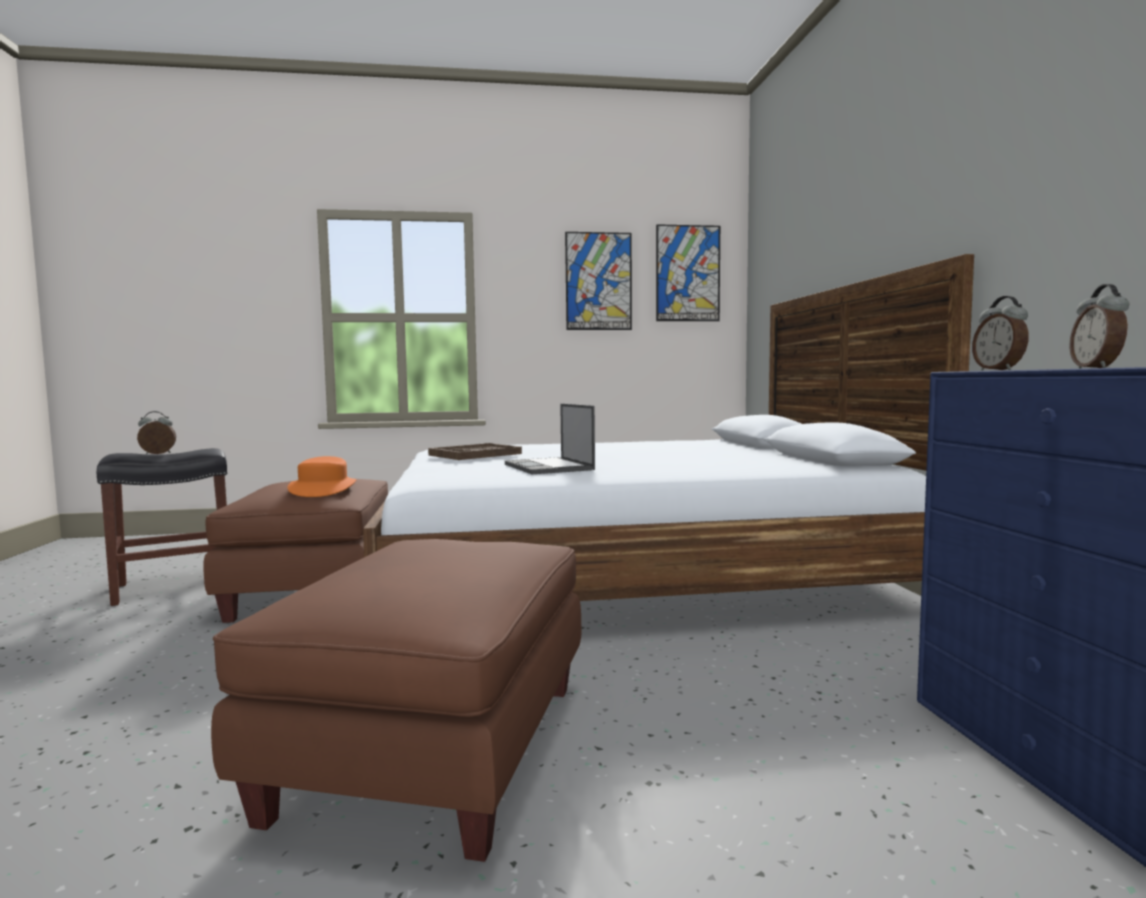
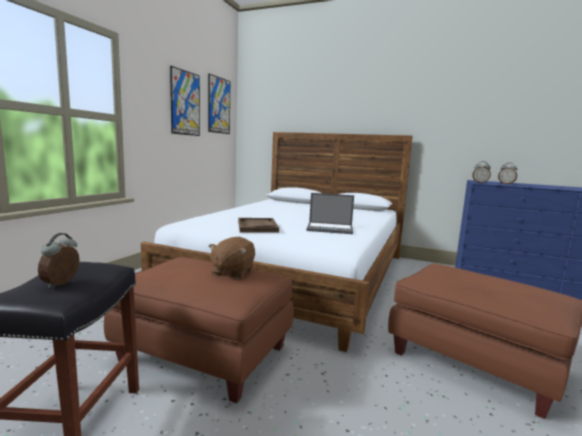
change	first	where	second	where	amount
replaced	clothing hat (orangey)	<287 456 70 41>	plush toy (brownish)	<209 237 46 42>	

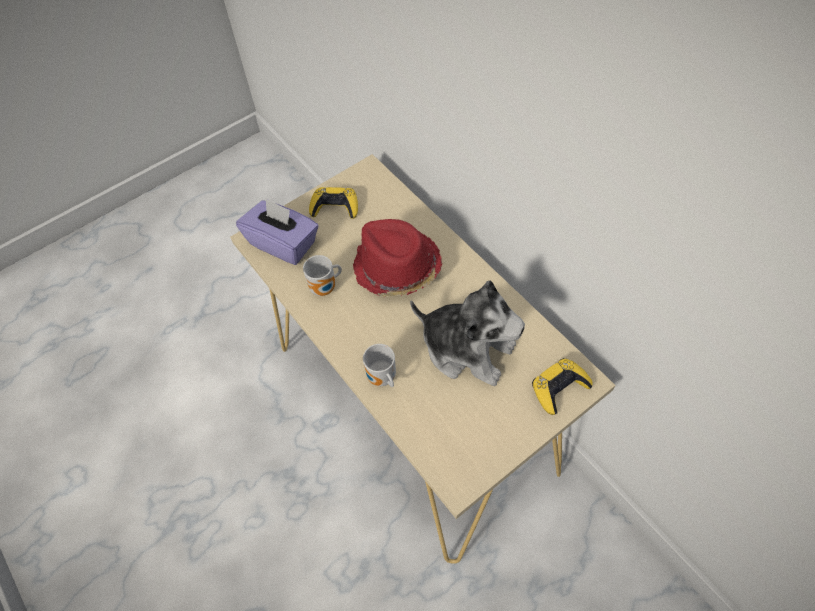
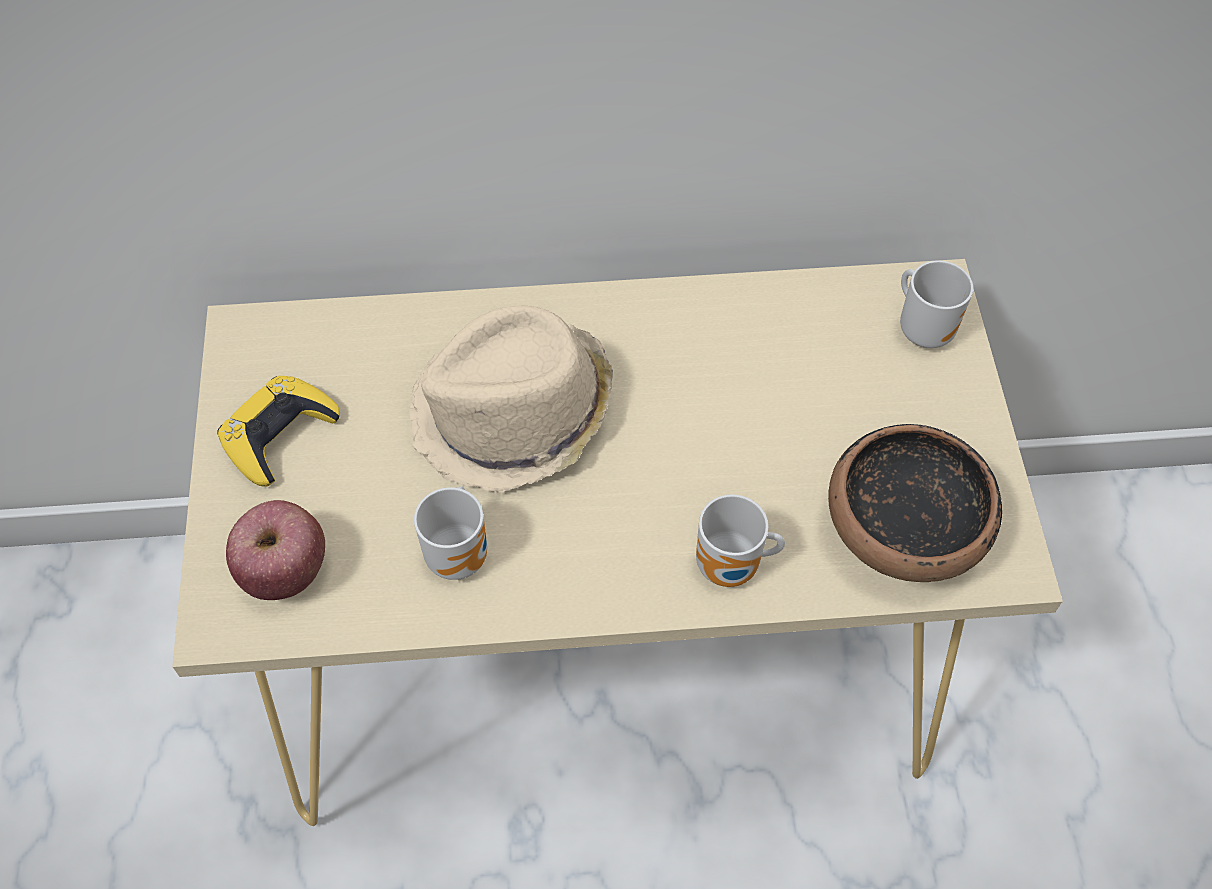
change	first	where	second	where	amount
removed	plush toy	<410 281 115 105>			
added			deep dish	<828 424 174 158>	
replaced	tissue holder (purple-coloured)	<236 198 82 67>	whole apple	<226 500 99 100>	
replaced	game controller (yellowish)	<532 358 60 57>	mug	<900 260 73 88>	
recoloured	clothing hat (reddish)	<353 219 89 78>	clothing hat (sand-coloured)	<409 306 204 187>	

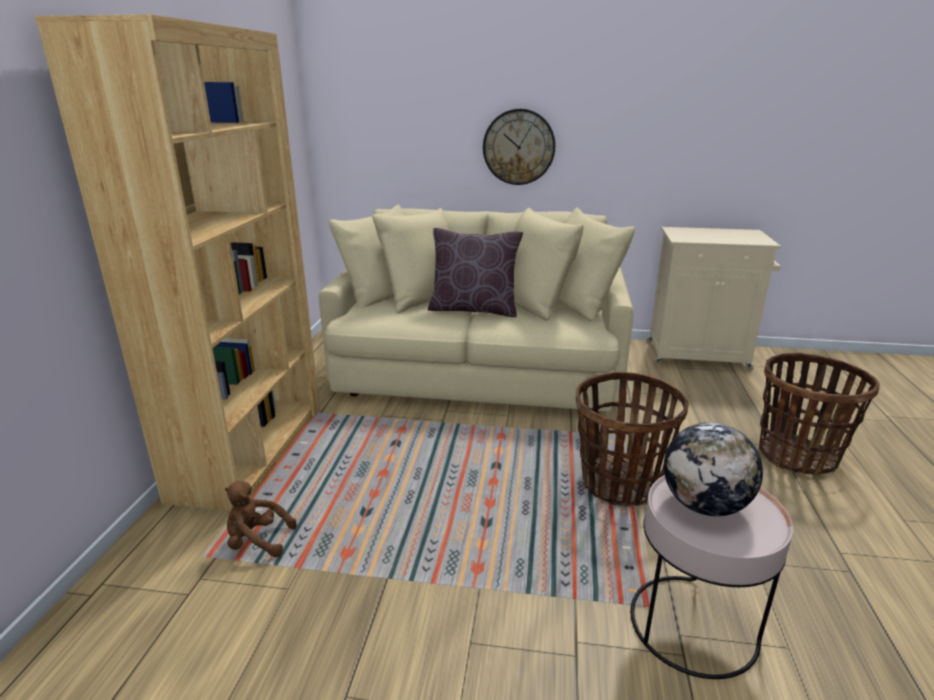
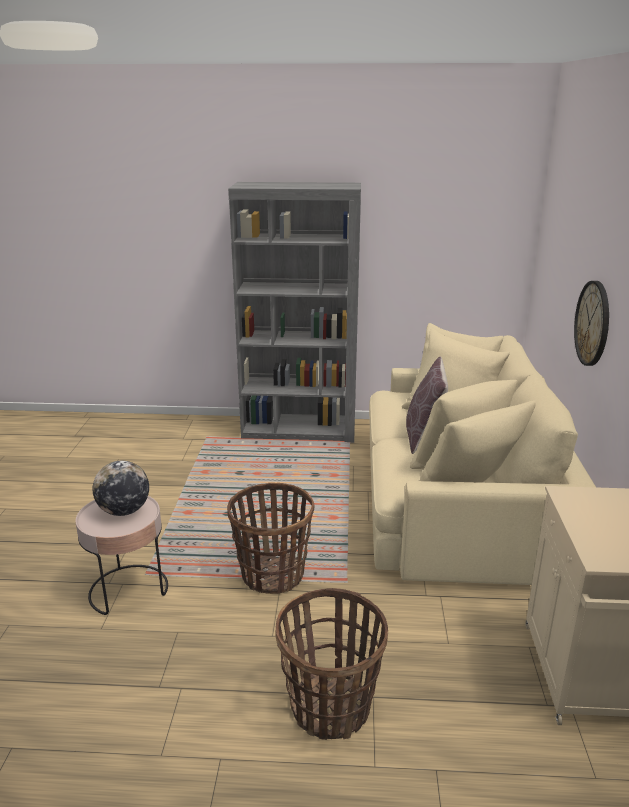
change	first	where	second	where	amount
removed	plush toy (brownish)	<225 481 72 77>			
recoloured	bookshelf (brownish)	<35 14 285 497>	bookshelf (grey)	<228 182 133 261>	

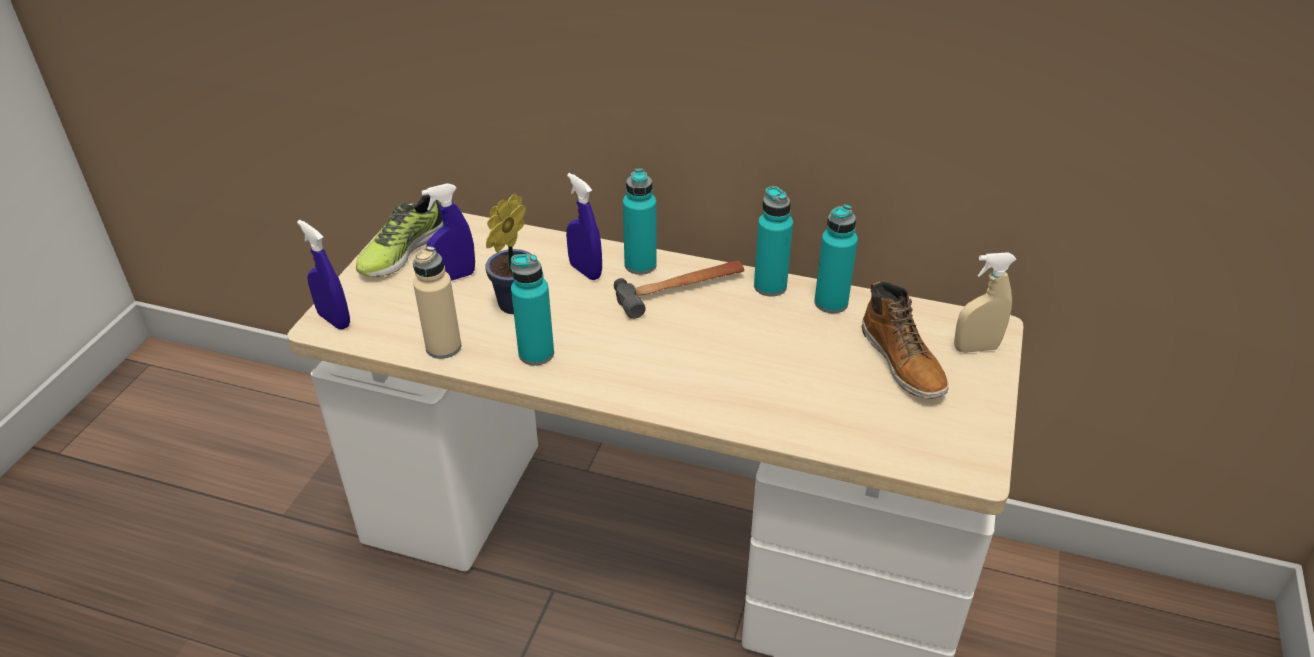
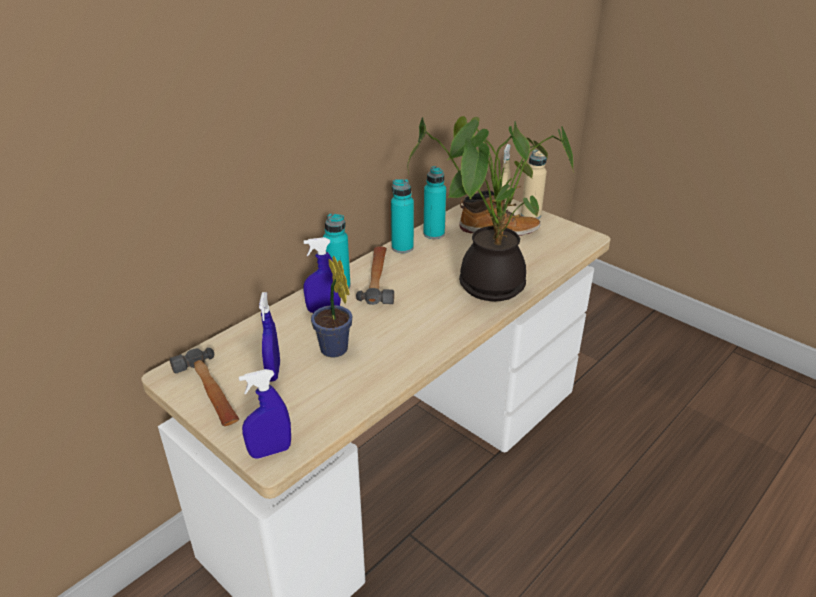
change	first	where	second	where	amount
removed	drink bottle (blue-green)	<510 254 44 112>			
added			houseplant	<407 116 167 185>	
moved	drink bottle (sand-coloured)	<413 246 48 113>		<521 150 26 69>	
replaced	item of footwear	<356 194 87 83>	hammer	<170 348 69 78>	

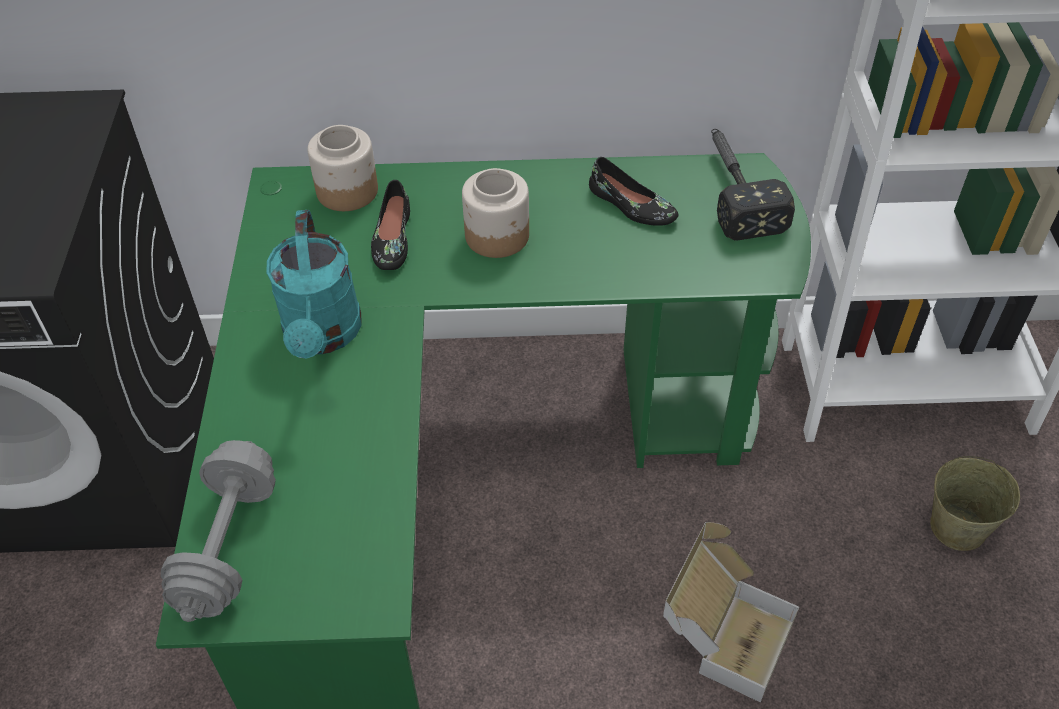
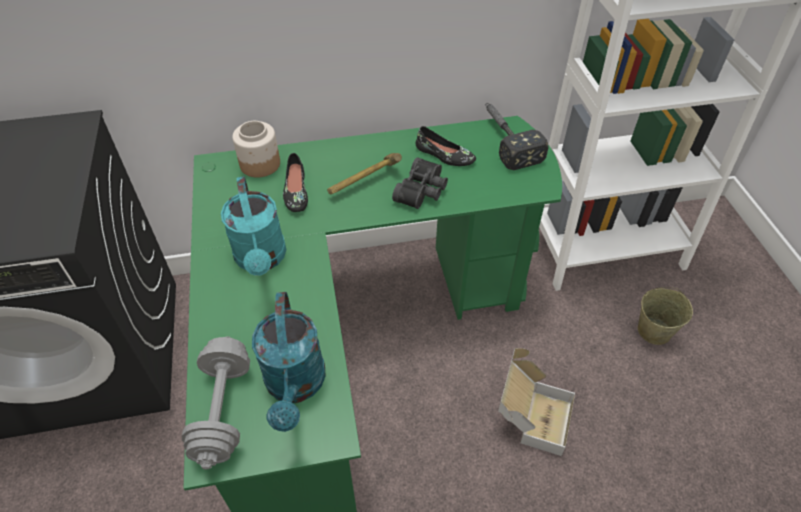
change	first	where	second	where	amount
added			sprinkling can (blue-green)	<252 292 74 140>	
added			binoculars (black)	<392 157 56 52>	
replaced	storage jar	<462 168 67 90>	hammer	<327 153 75 41>	

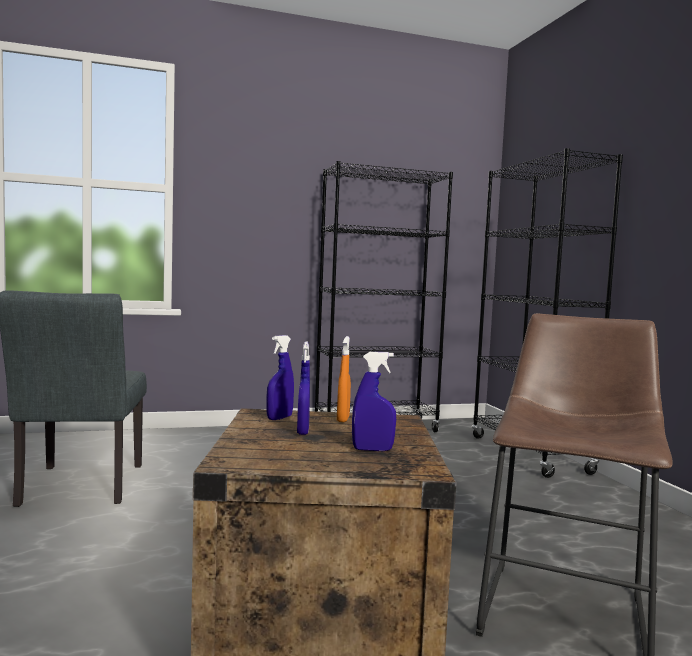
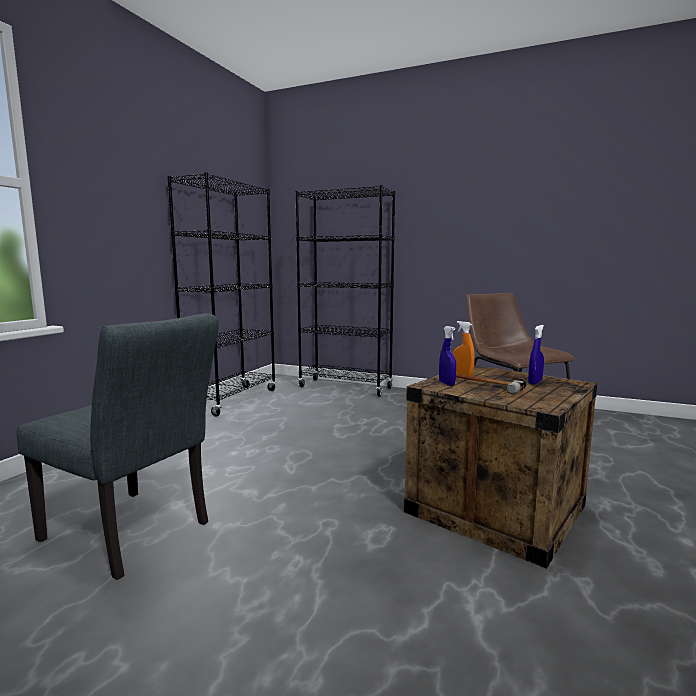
change	first	where	second	where	amount
replaced	sprayer (blue)	<297 341 13 94>	hammer	<456 374 71 20>	

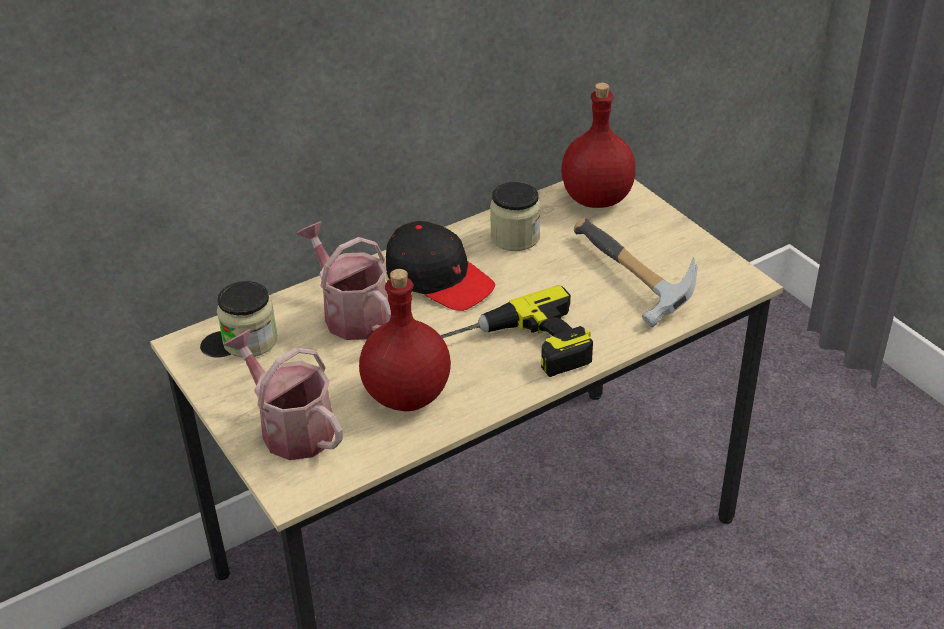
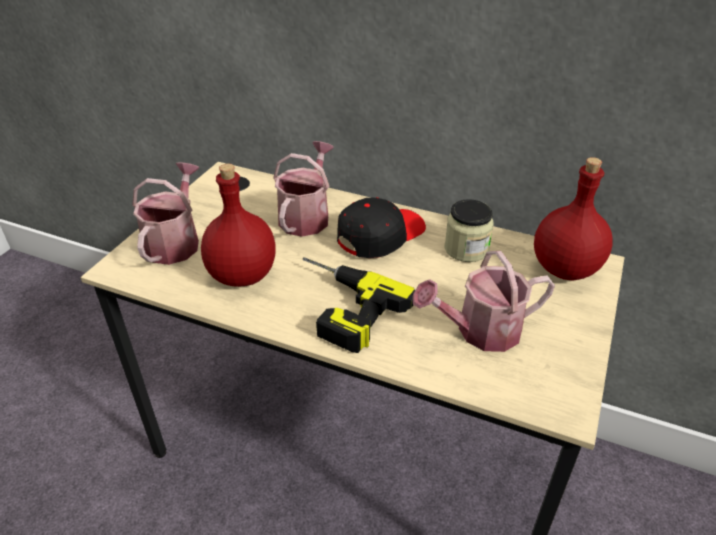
change	first	where	second	where	amount
removed	storage jar	<217 281 61 76>			
replaced	hammer	<574 218 124 109>	sprinkling can	<413 251 142 101>	
turned	baseball cap (black)	<386 221 109 90>		<337 197 89 61>	135 degrees counterclockwise

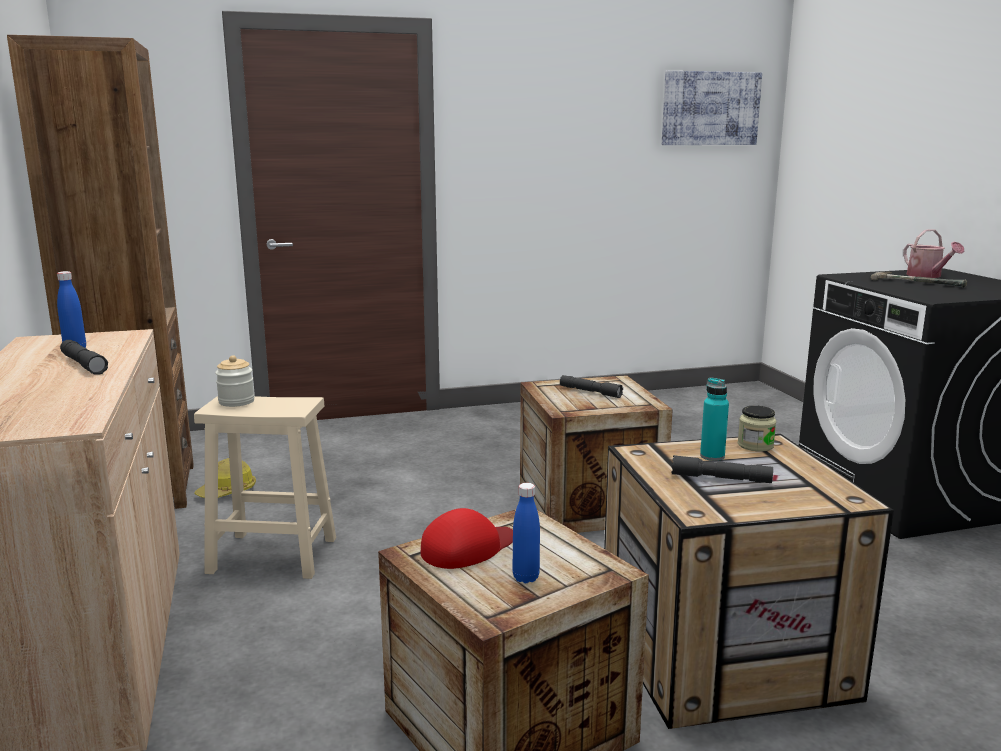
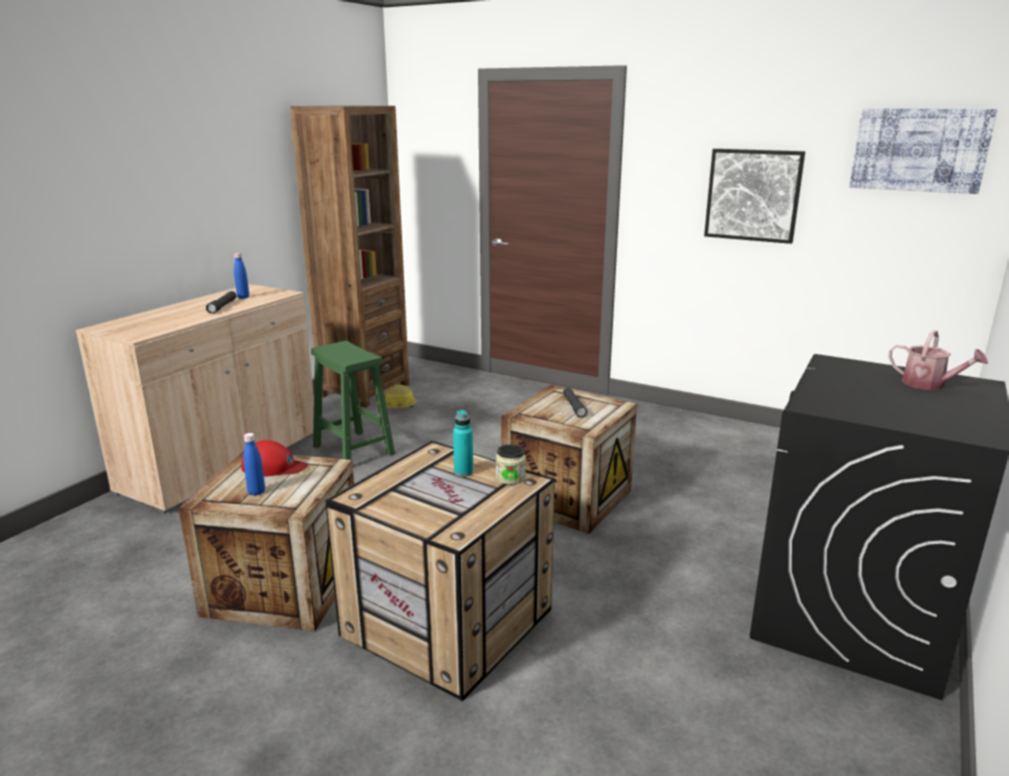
change	first	where	second	where	amount
removed	storage jar	<215 355 40 52>			
removed	flashlight (grey)	<672 455 101 28>			
removed	hammer	<871 272 96 16>			
added			wall picture	<704 149 101 95>	
recoloured	sitting stool (sand-coloured)	<194 396 142 183>	sitting stool (greenish)	<311 341 84 119>	
turned	sprinkling can	<903 229 61 49>		<888 330 100 60>	75 degrees counterclockwise

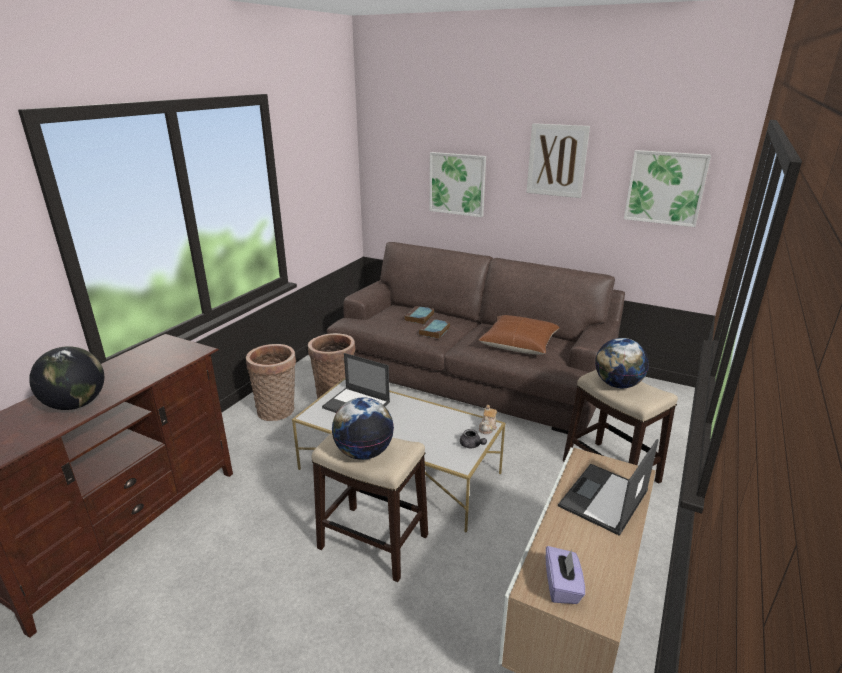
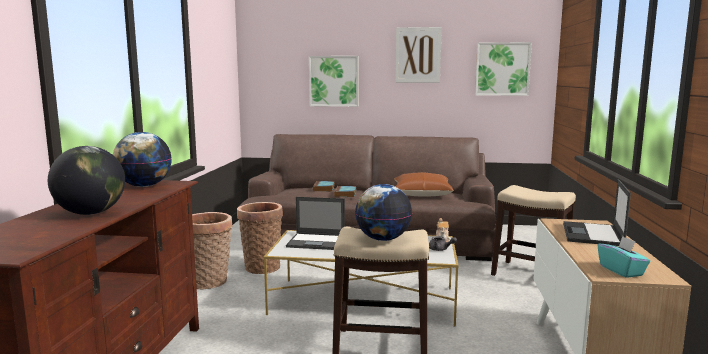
change	first	where	second	where	amount
moved	world globe	<595 338 54 50>		<113 132 59 55>	
recoloured	tissue holder (purple-coloured)	<546 546 39 58>	tissue holder (blue-green)	<598 236 53 42>	

